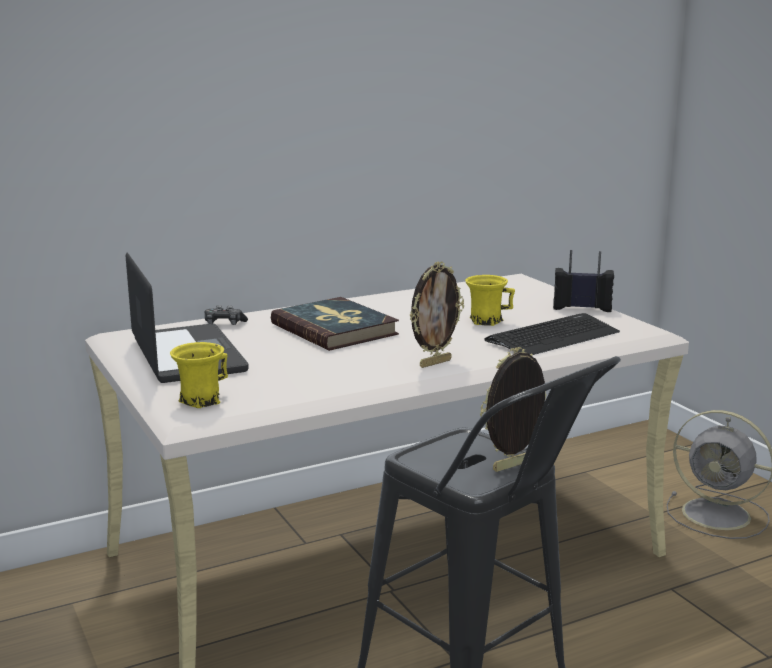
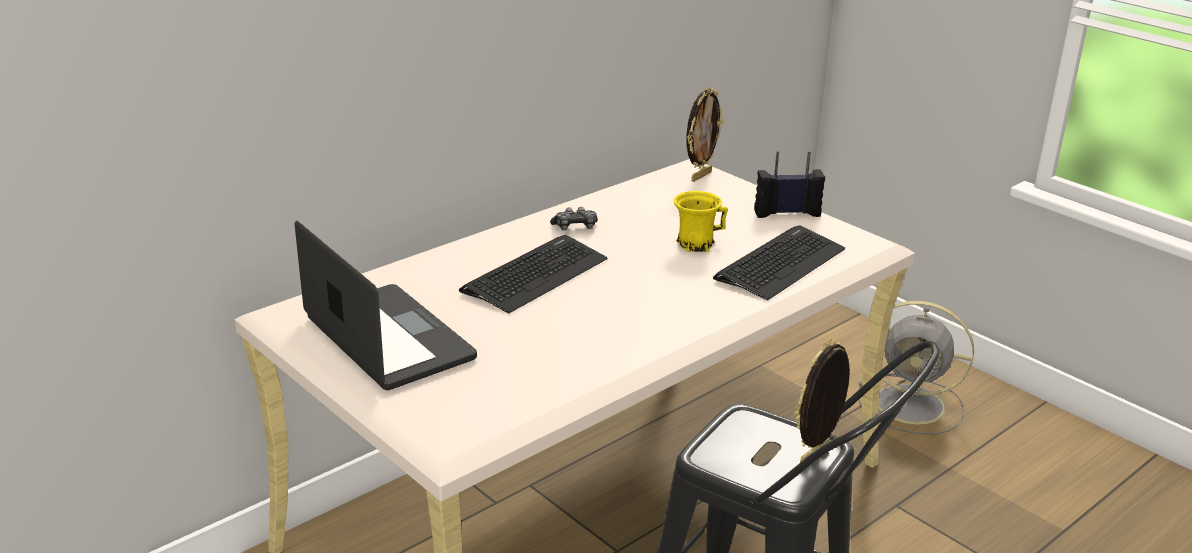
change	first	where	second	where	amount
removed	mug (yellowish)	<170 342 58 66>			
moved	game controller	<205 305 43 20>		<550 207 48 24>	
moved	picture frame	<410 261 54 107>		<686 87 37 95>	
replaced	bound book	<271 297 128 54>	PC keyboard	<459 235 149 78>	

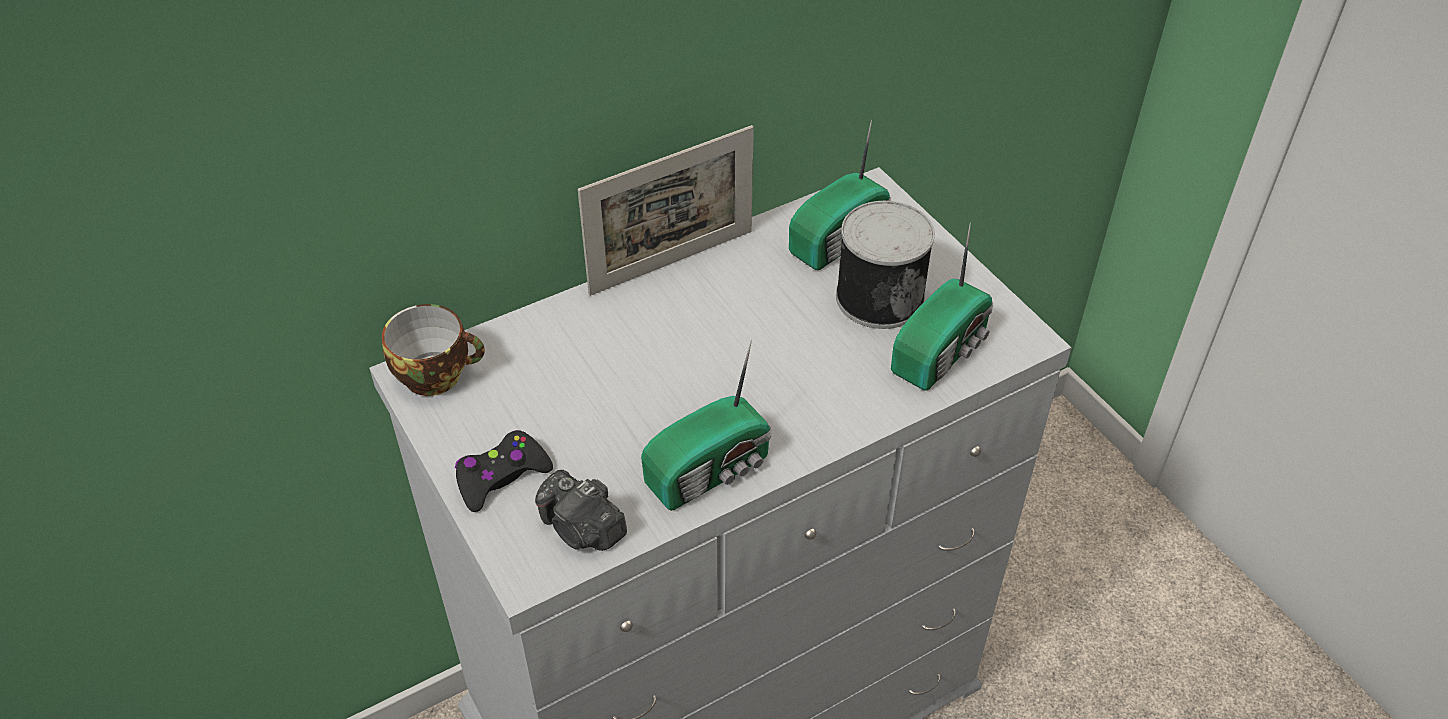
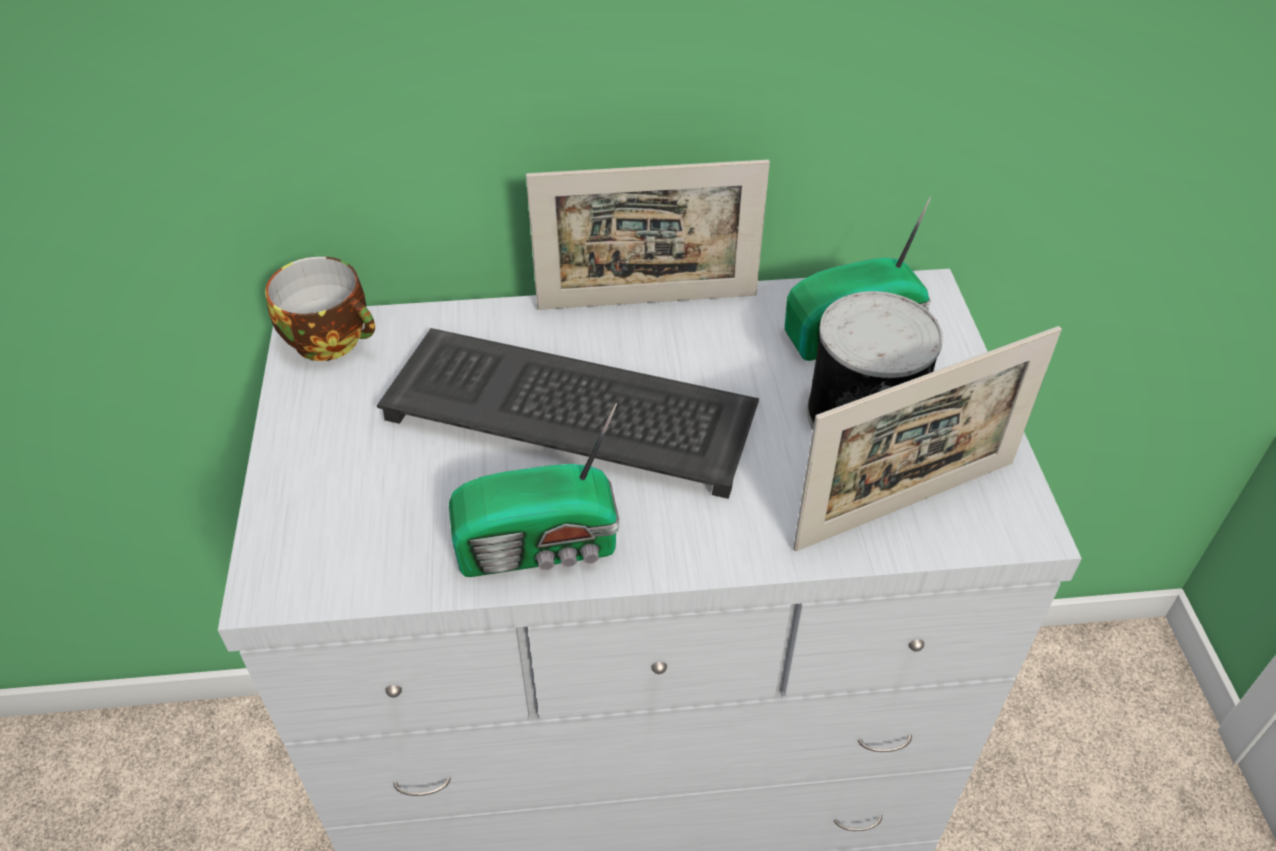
change	first	where	second	where	amount
removed	game controller (black)	<455 430 98 82>			
removed	still camera	<535 470 92 81>			
added			PC keyboard	<377 328 382 171>	
replaced	radio	<891 223 102 168>	picture frame	<793 326 269 225>	

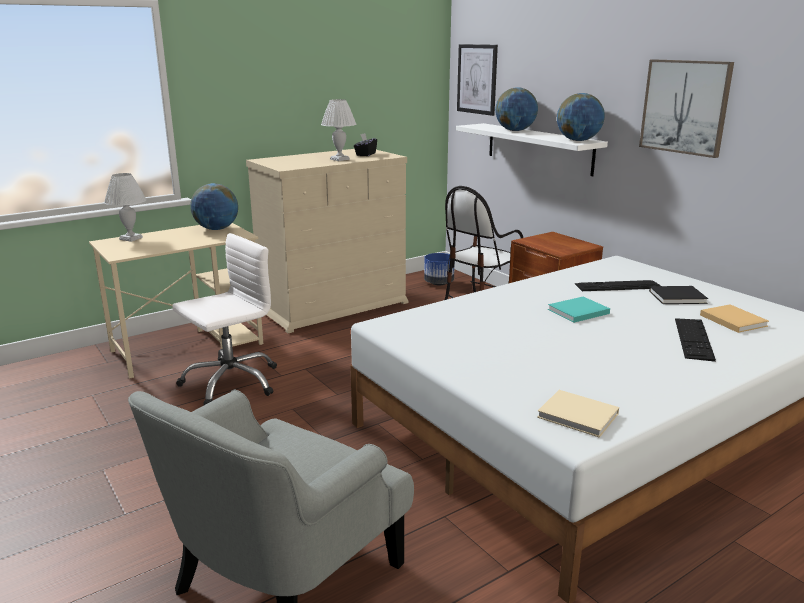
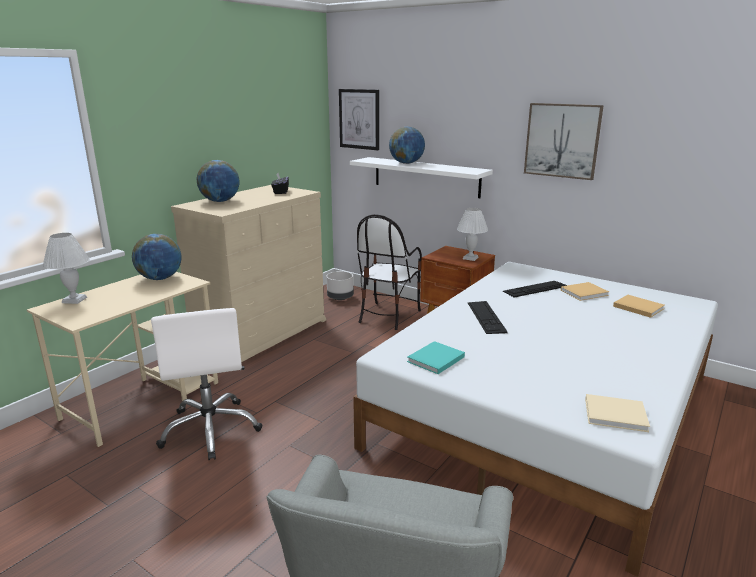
change	first	where	second	where	amount
moved	table lamp (whitish)	<321 99 35 62>		<457 208 31 53>	
moved	bound book (blue-green)	<548 297 62 26>		<407 341 58 33>	
moved	world globe	<557 93 48 48>		<197 160 42 42>	
moved	PC keyboard	<675 318 41 44>		<468 301 40 33>	
recoloured	plant pot (blue)	<424 253 31 33>	plant pot (grey)	<327 271 26 29>	
recoloured	bound book (black)	<649 286 59 18>	bound book (sand-coloured)	<561 282 48 19>	
turned	office chair (whitish)	<172 233 105 172>		<151 308 112 152>	135 degrees clockwise

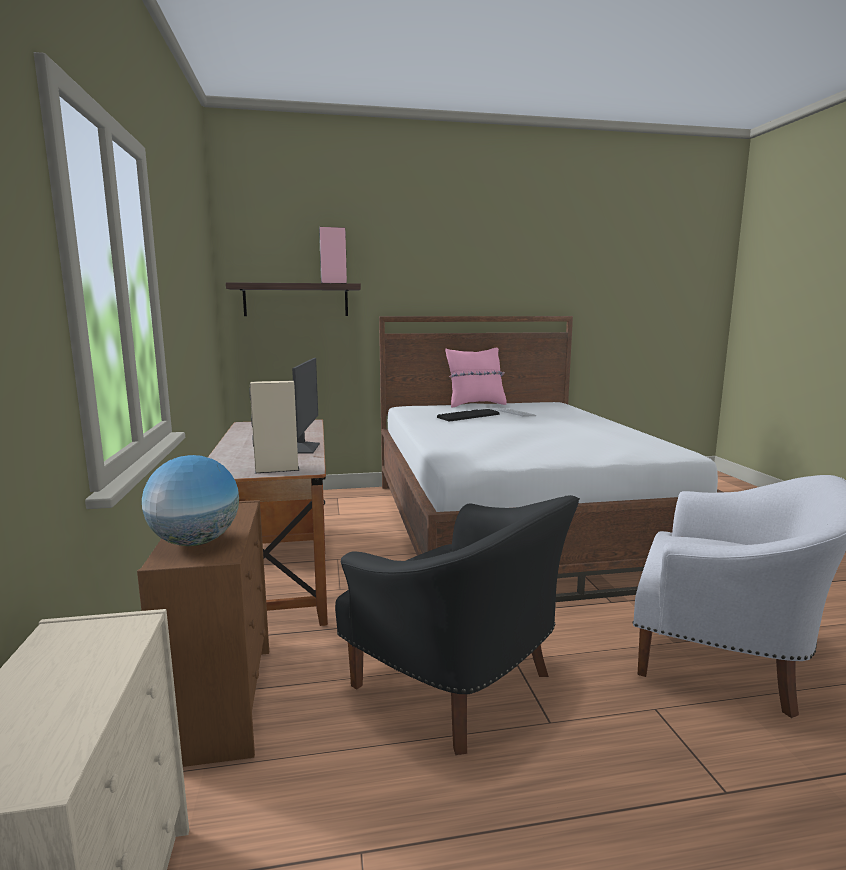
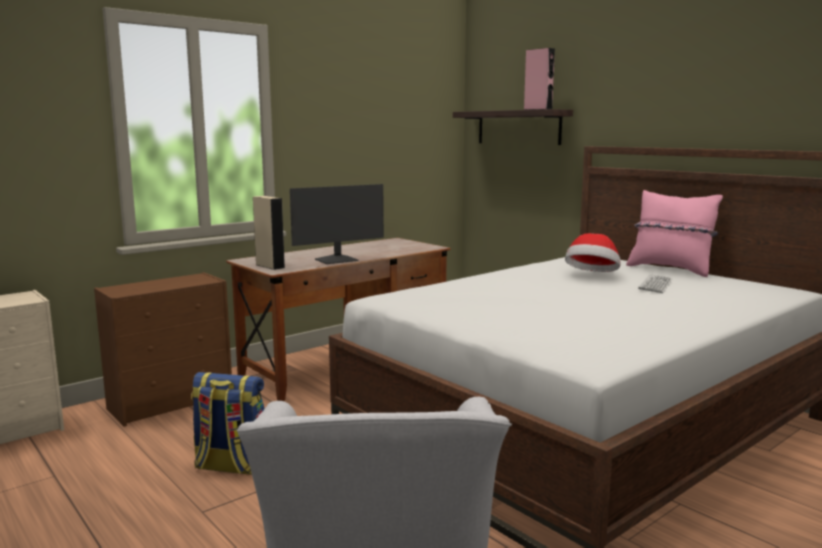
change	first	where	second	where	amount
removed	world globe	<142 455 97 91>			
replaced	armchair (black)	<335 495 245 260>	backpack	<191 372 73 103>	
replaced	PC keyboard	<437 409 63 13>	clothing hat	<565 233 55 39>	

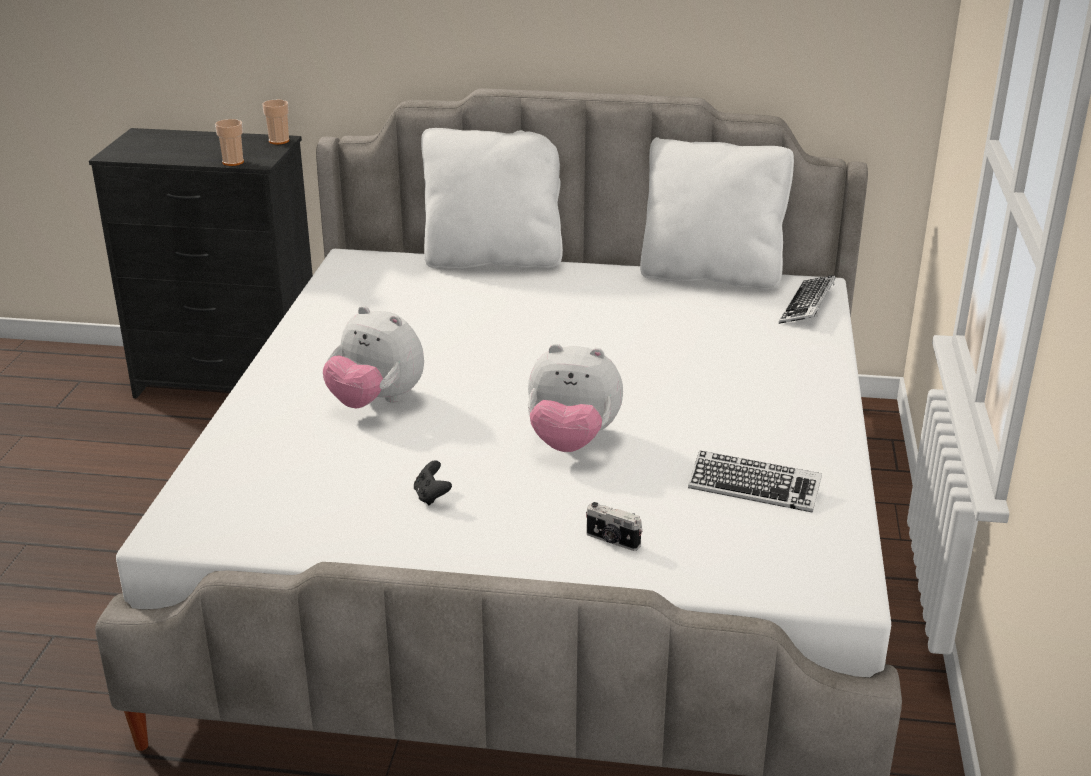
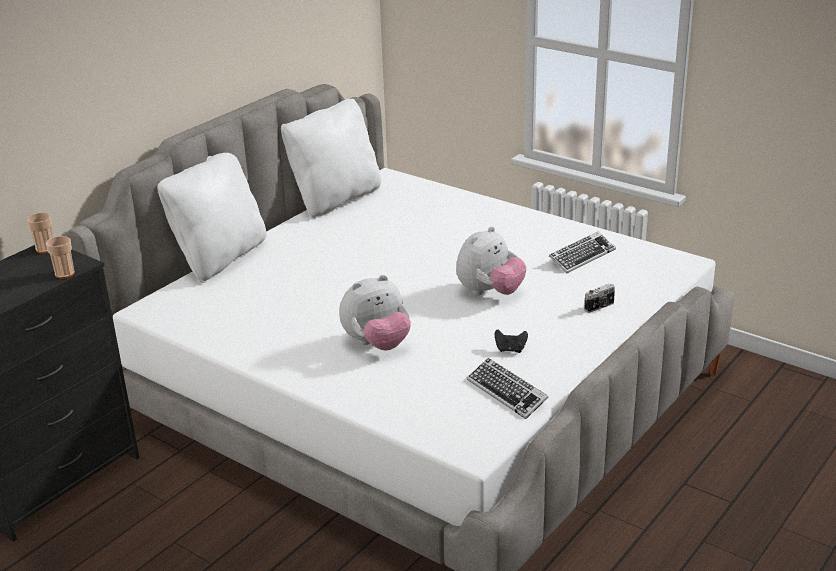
change	first	where	second	where	amount
moved	PC keyboard	<779 275 56 49>		<467 358 82 61>	

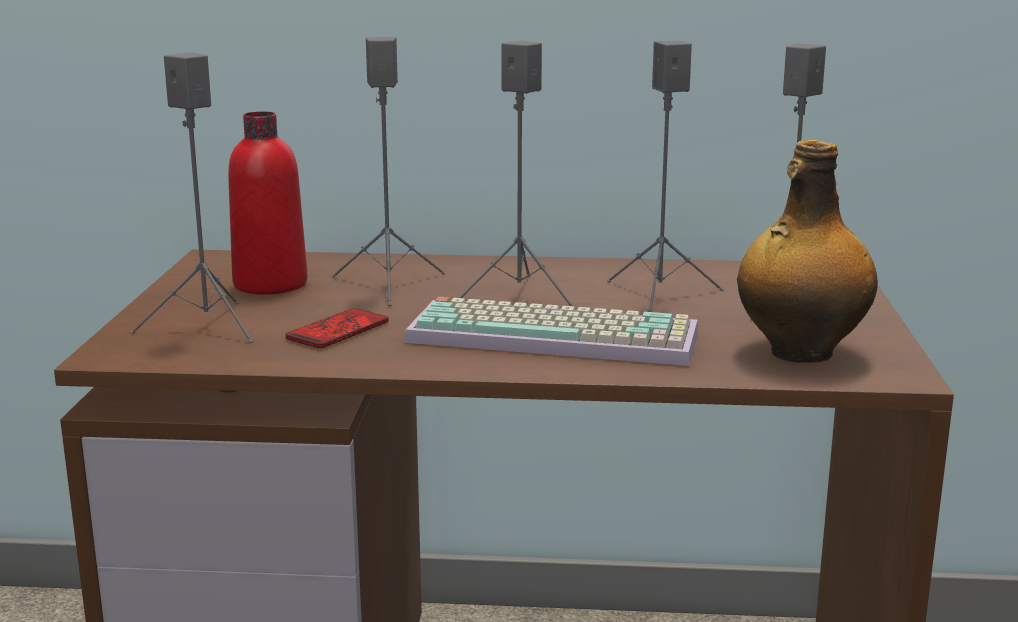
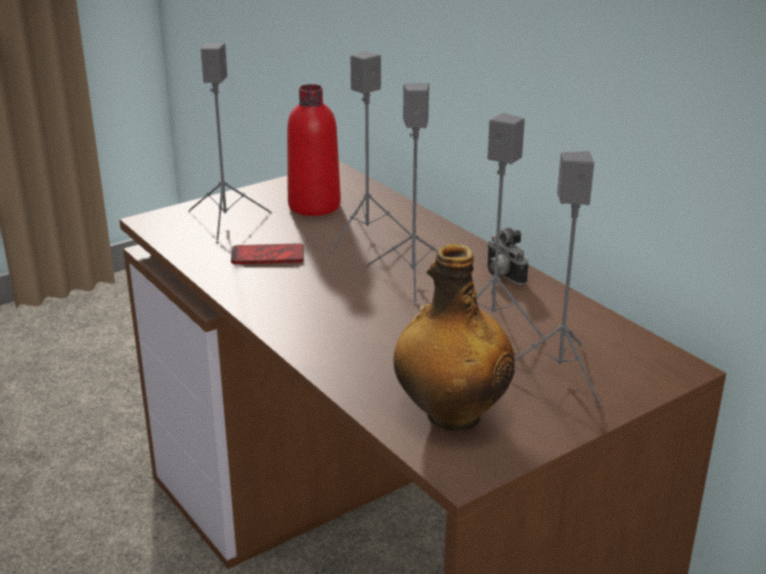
change	first	where	second	where	amount
removed	PC keyboard	<404 297 295 69>			
added			still camera	<487 227 41 58>	

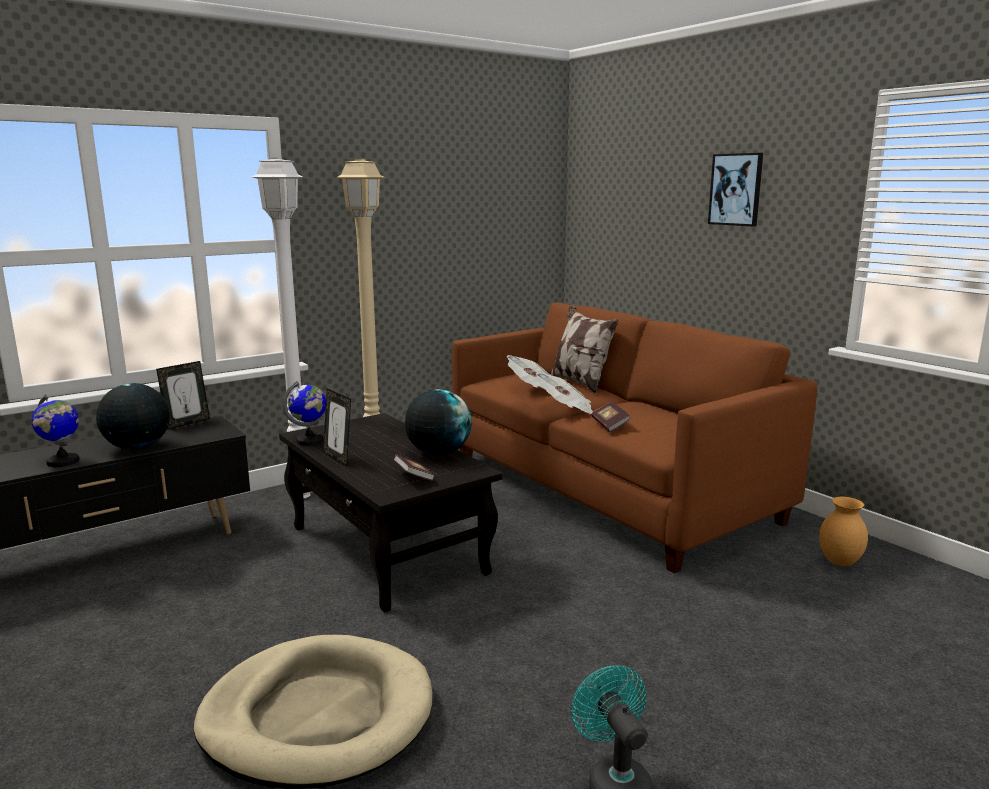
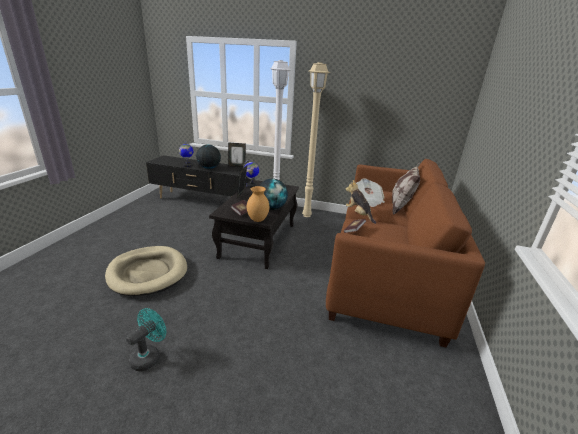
change	first	where	second	where	amount
removed	wall picture	<708 153 55 73>			
moved	flower vase (brownish)	<819 497 49 69>		<247 186 22 36>	
replaced	daily paper	<536 373 57 41>	plush toy	<346 180 30 44>	

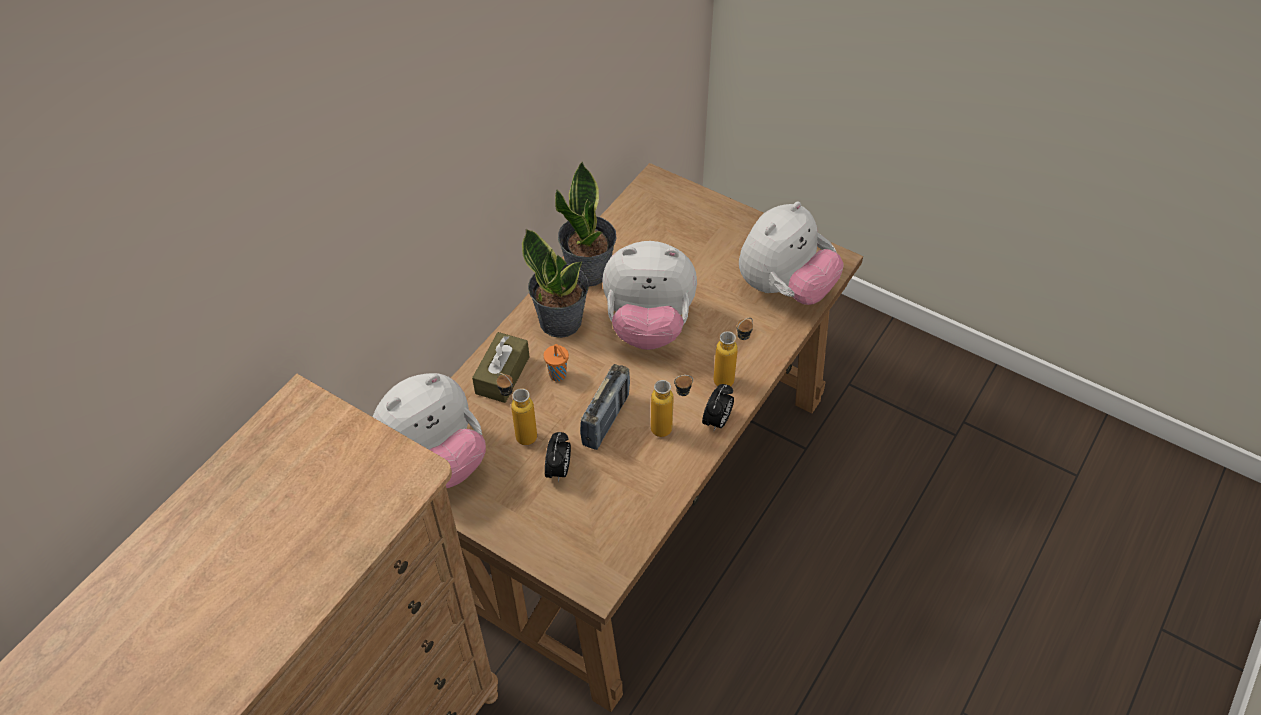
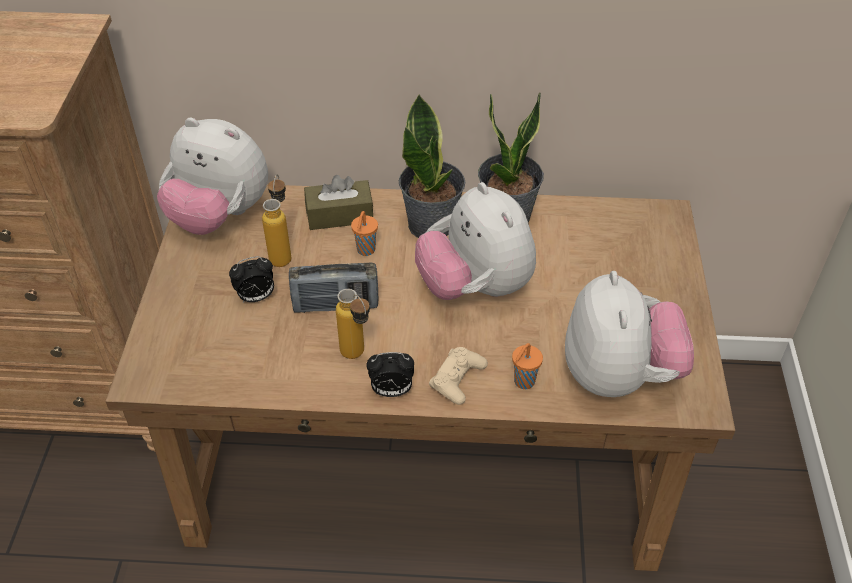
change	first	where	second	where	amount
added			cup (orangey)	<512 343 31 46>	
replaced	drink bottle	<713 318 40 68>	game controller (sand-coloured)	<429 347 59 58>	
turned	plush toy	<739 201 105 104>		<565 271 129 126>	105 degrees counterclockwise

